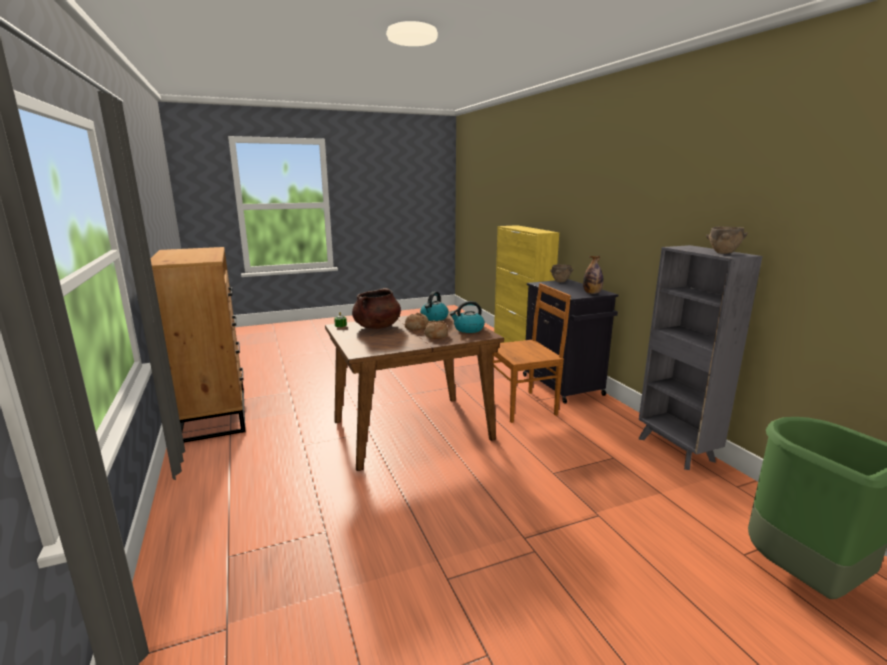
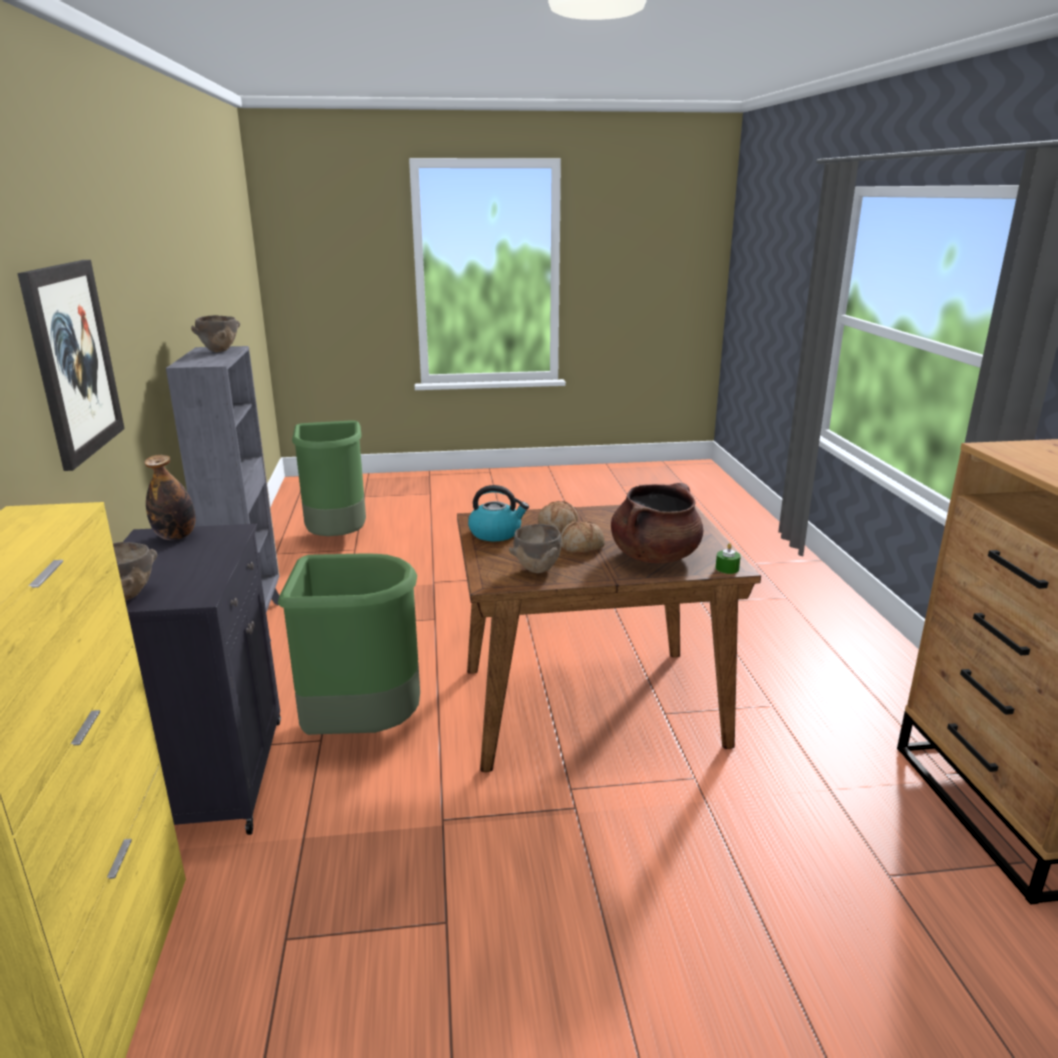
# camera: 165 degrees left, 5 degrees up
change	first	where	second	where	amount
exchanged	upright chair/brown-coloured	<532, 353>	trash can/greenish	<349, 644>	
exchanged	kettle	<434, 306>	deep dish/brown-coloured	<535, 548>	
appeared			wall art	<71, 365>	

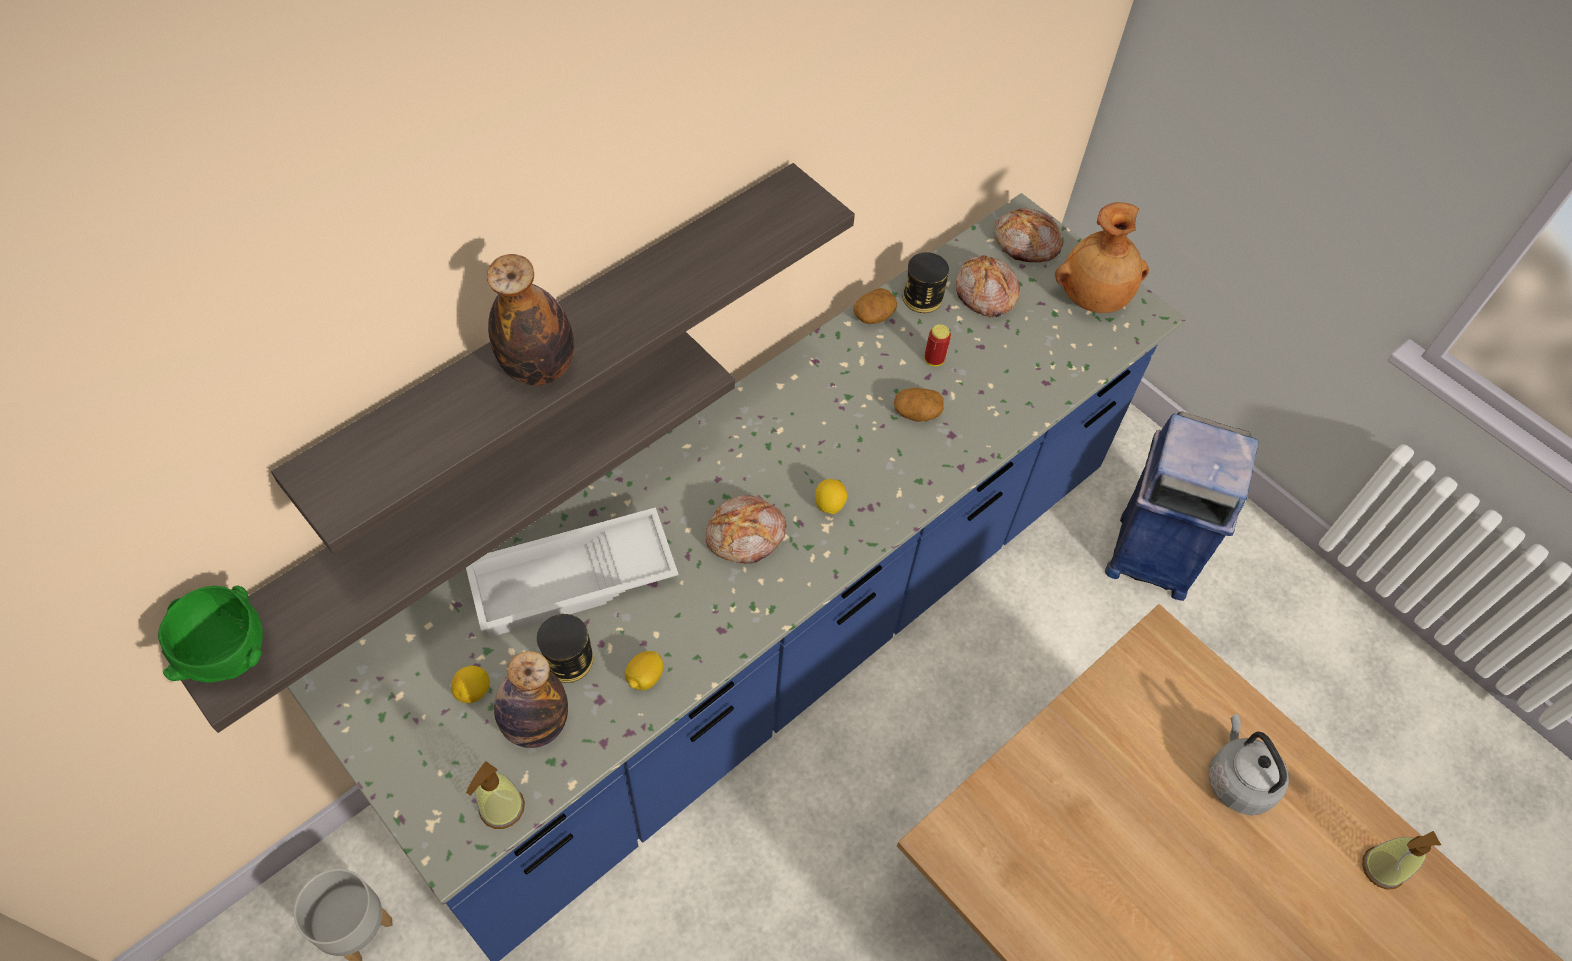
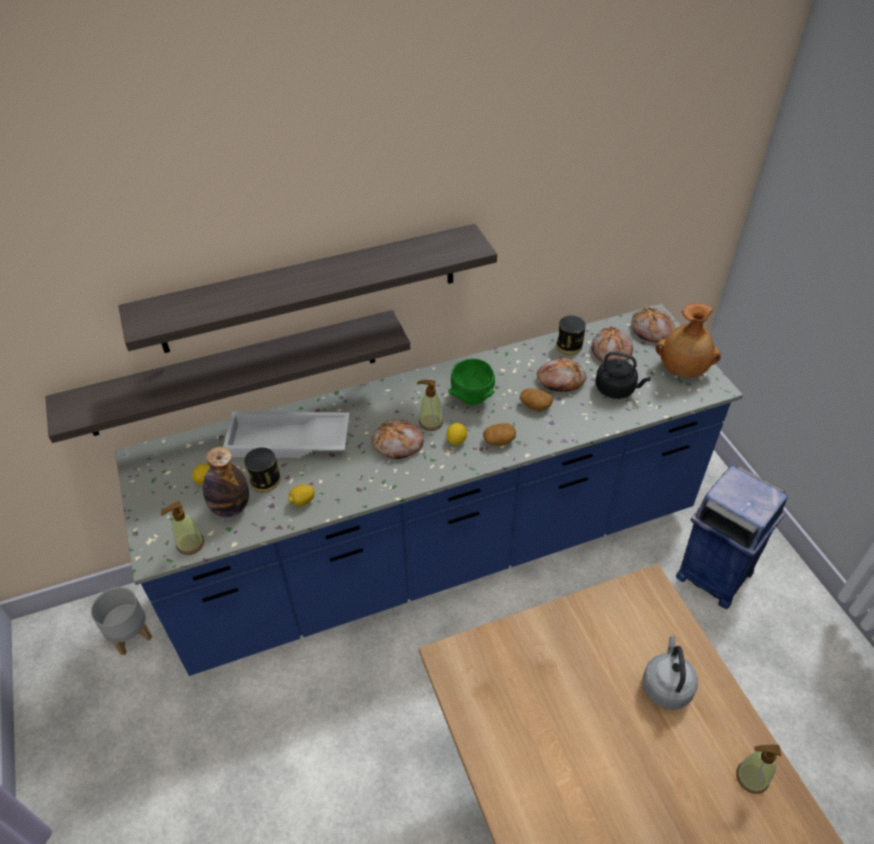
# camera: 25 degrees right, 10 degrees down
change	first	where	second	where	amount
missing	drink bottle	<530, 320>			
relocated	whole potato	<875, 306>		<499, 434>	
exchanged	sealed can	<937, 345>	bakery bread	<562, 374>	
relocated	deep dish/greenish	<210, 634>		<471, 382>	
appeared			kettle/black	<623, 375>	
appeared			soap bottle	<430, 405>	

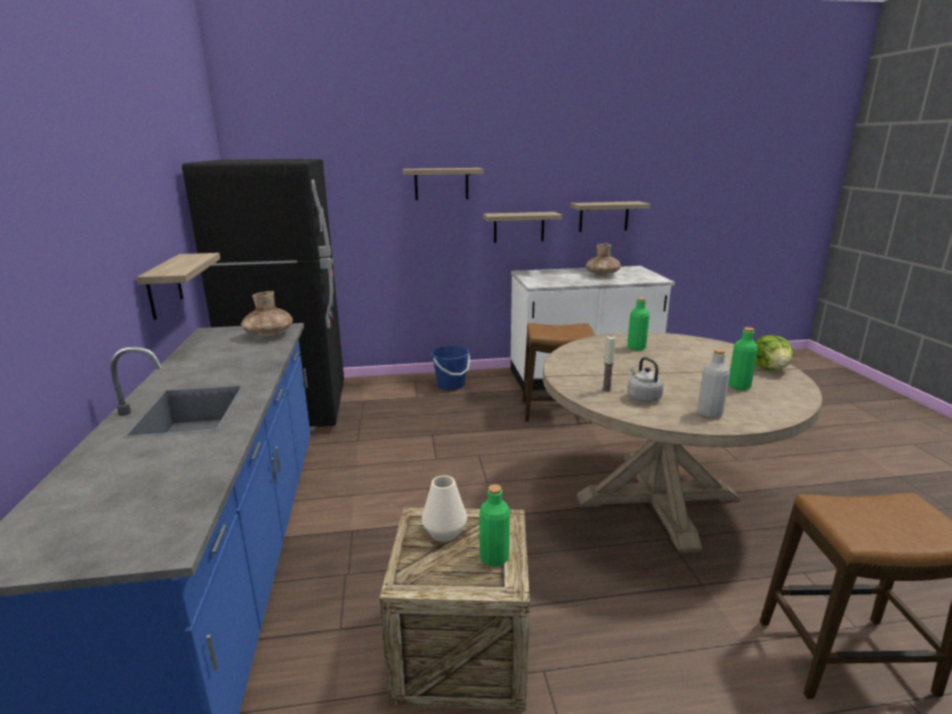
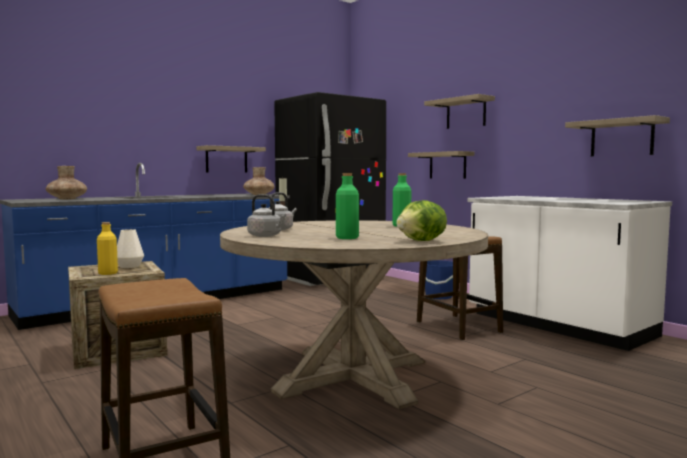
# camera: 60 degrees right, 15 degrees down
change	first	where	second	where	amount
relocated	shelf	<522, 227>		<441, 165>	
relocated	vase/brown-coloured	<603, 260>		<66, 182>	
exchanged	drink bottle/greyish	<713, 383>	kettle/greyish	<266, 215>	
colour	drink bottle/greenish	<495, 525>	drink bottle/yellow	<107, 248>	

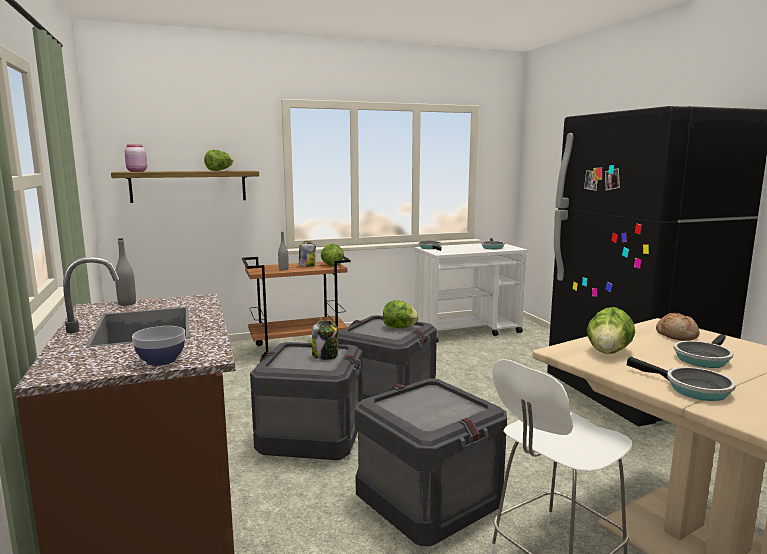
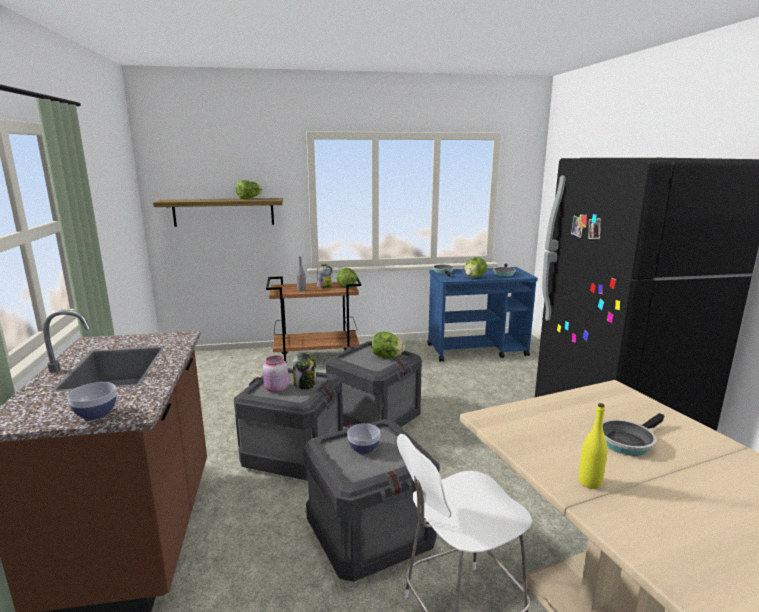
# camera: 10 degrees right, 5 degrees up
change	first	where	second	where	amount
relocated	preserve jar/pinkish	<136, 158>		<276, 374>	
missing	drink bottle/greyish	<125, 272>			
colour	wheeled cart/white-coloured	<471, 293>	wheeled cart/blue-coloured	<482, 314>	
relocated	head of lettuce	<611, 330>		<476, 267>	
missing	bakery bread	<678, 327>			
exchanged	pan	<681, 379>	drink bottle/yellow	<593, 446>	
appeared			deep dish	<363, 438>	

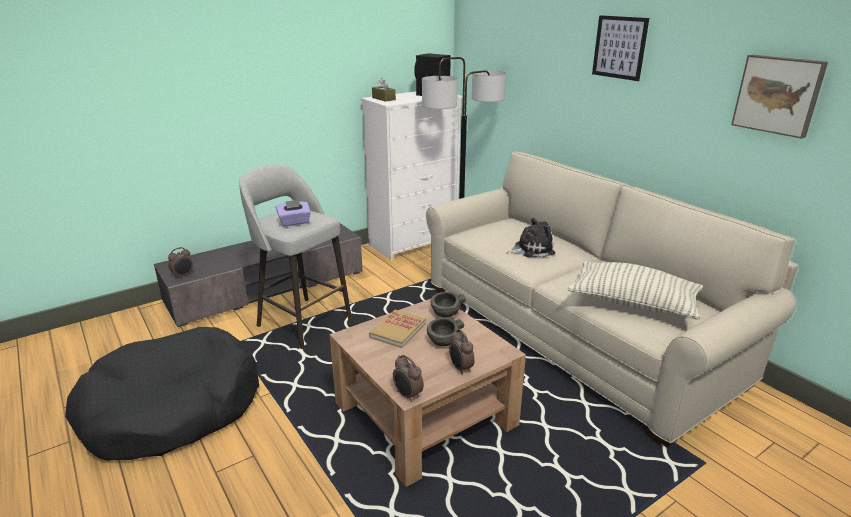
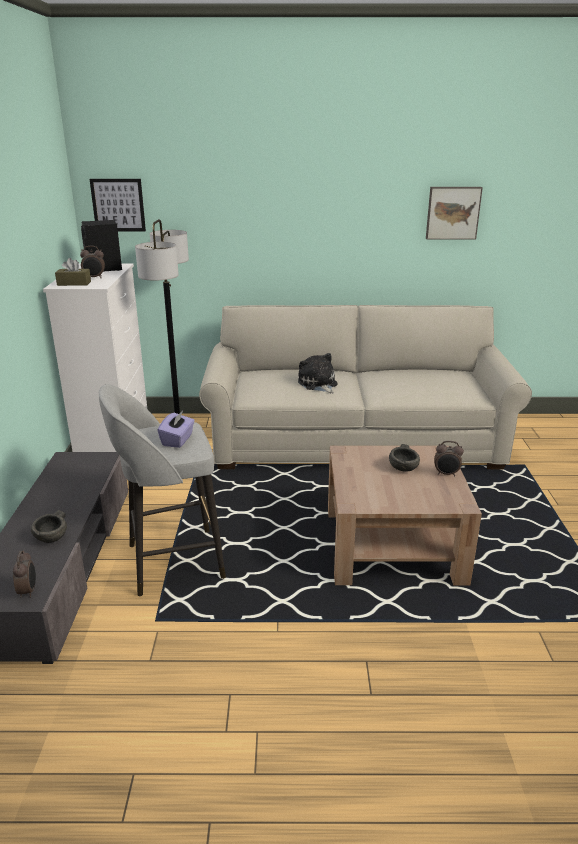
# camera: 55 degrees left, 0 degrees up
change	first	where	second	where	amount
relocated	wall art	<620, 48>		<118, 205>	
spun	plush toy	<530, 237>		<318, 373>	45 degrees counterclockwise
missing	cushion	<635, 290>			
relocated	deep dish/greyish	<448, 304>		<49, 526>	
missing	bound book	<397, 329>			
missing	dog cushion/black	<162, 393>			
relocated	bedside clock	<408, 378>		<92, 262>	

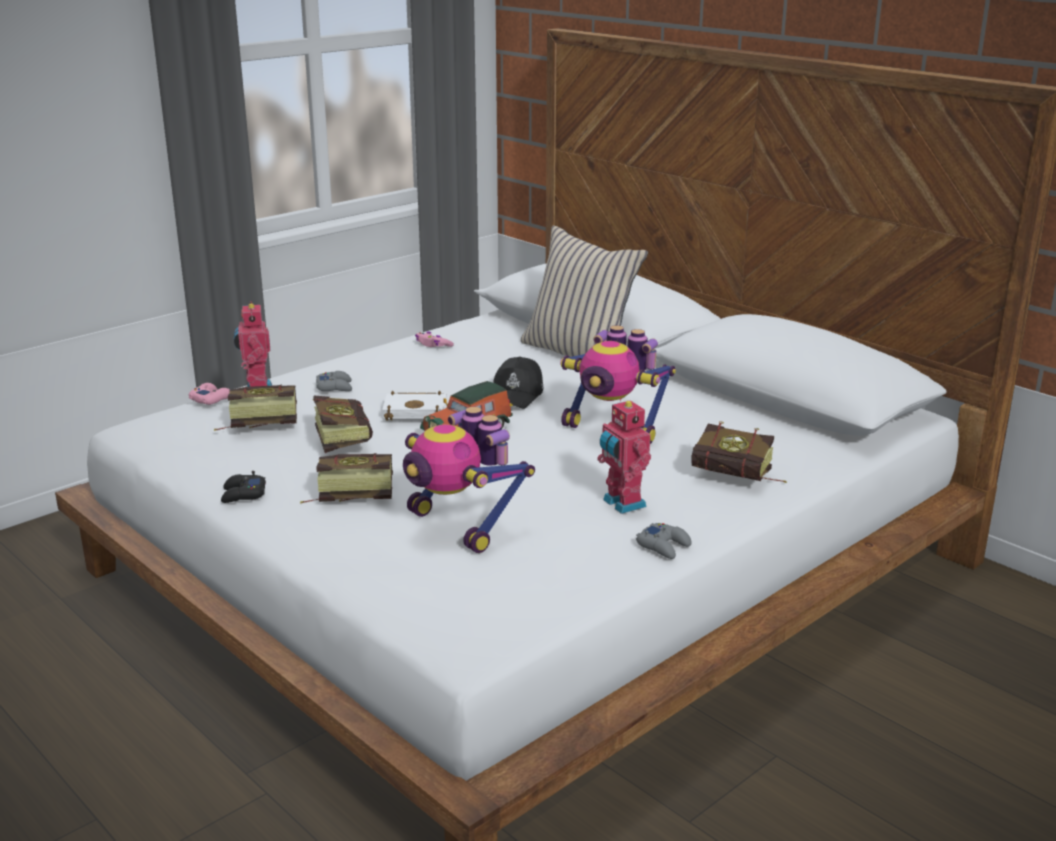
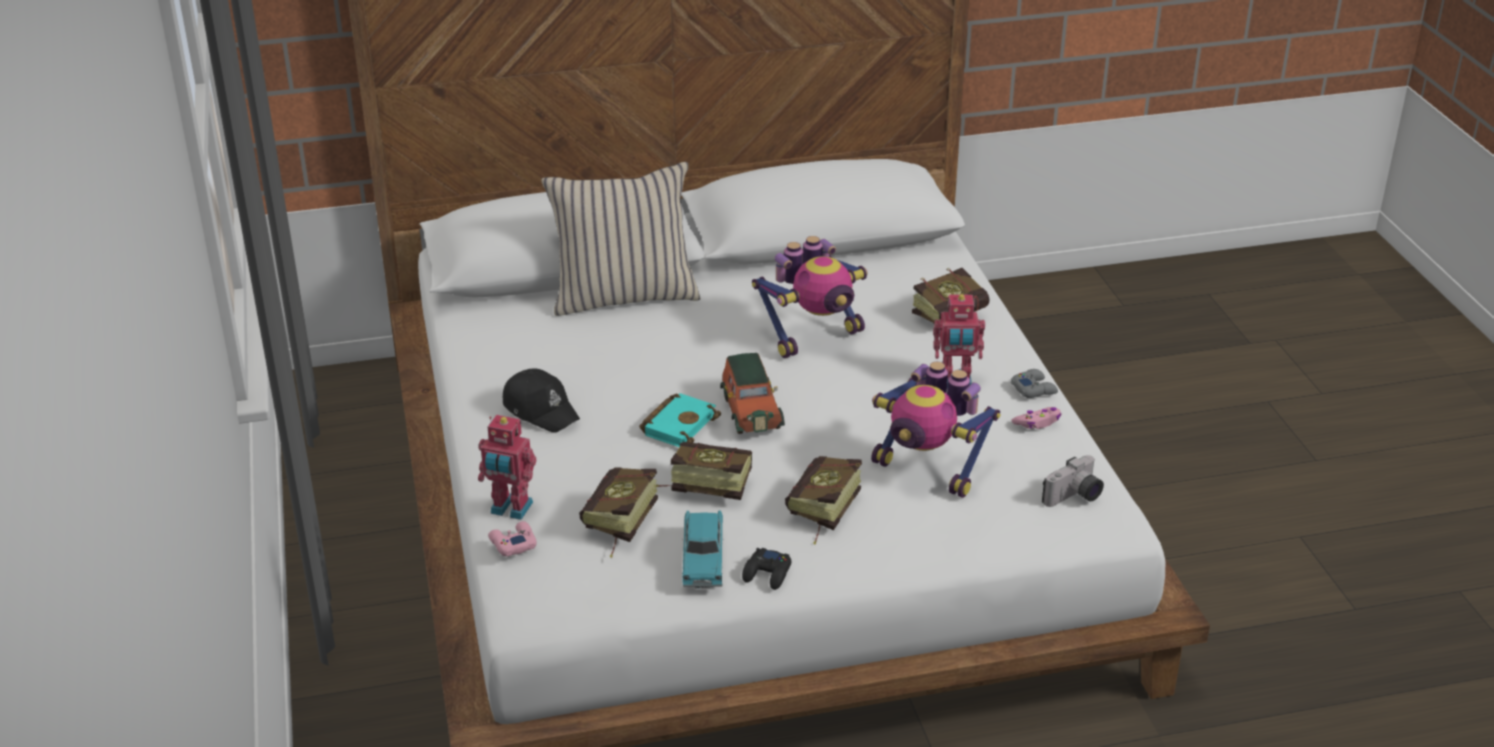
# camera: 60 degrees left, 10 degrees up
change	first	where	second	where	amount
relocated	joypad/pinkish	<434, 339>		<1036, 418>	
relocated	baseball cap/black	<518, 383>		<541, 400>	
missing	joypad/greyish	<334, 381>			
colour	bound book/white-coloured	<414, 406>	bound book/blue-green	<680, 420>	
spun	robot figure	<469, 480>		<935, 430>	45 degrees clockwise
appeared			still camera	<1073, 481>	
appeared			model car/blue-green	<703, 549>	

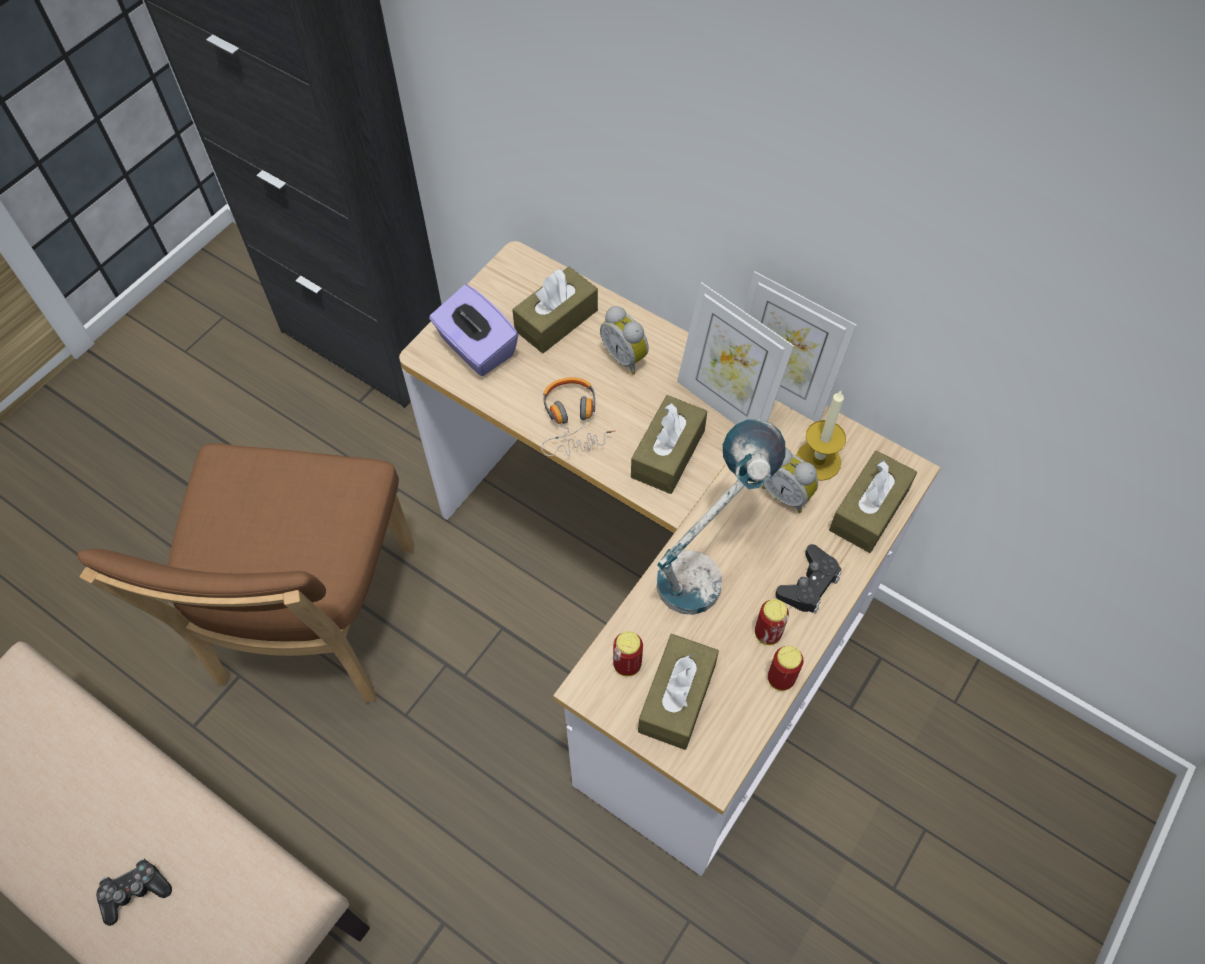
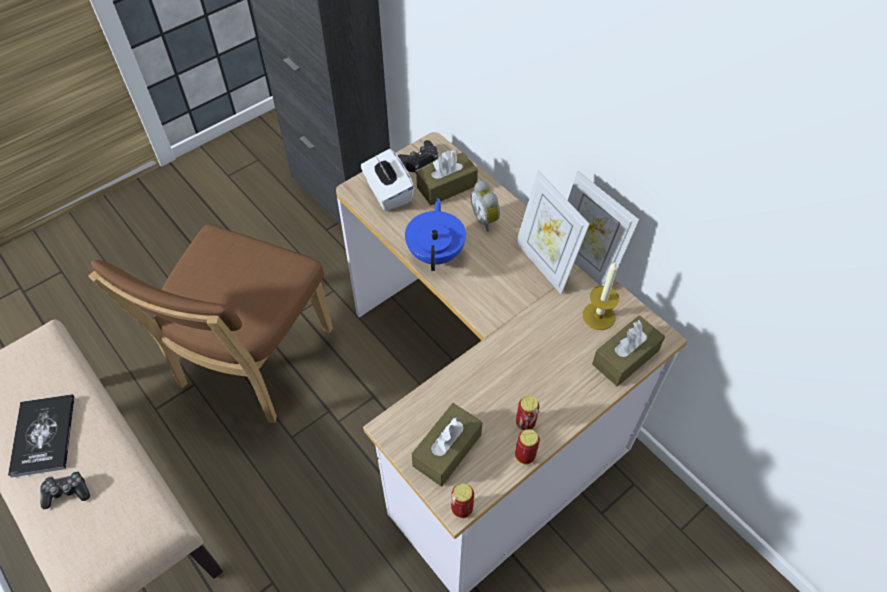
# camera: 15 degrees right, 5 degrees down
change	first	where	second	where	amount
colour	box of tissues/purple-coloured	<474, 330>	box of tissues/white-coloured	<387, 180>	
exchanged	headset	<578, 416>	teapot/blue-coloured	<435, 234>	
missing	box of tissues/brown-coloured	<669, 444>			
missing	tabletop lamp	<721, 517>			
missing	bedside clock	<790, 480>			
relocated	joypad/black	<808, 578>		<418, 156>	
relocated	sealed can	<628, 653>		<462, 500>	
appeared			bound book	<41, 436>	

